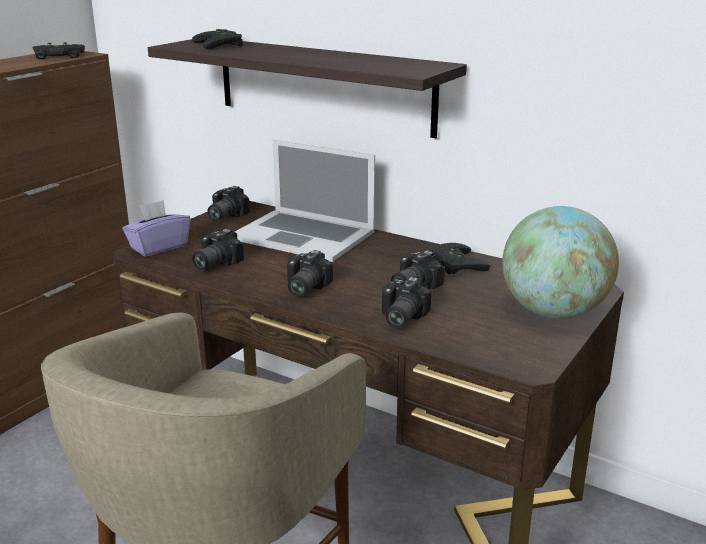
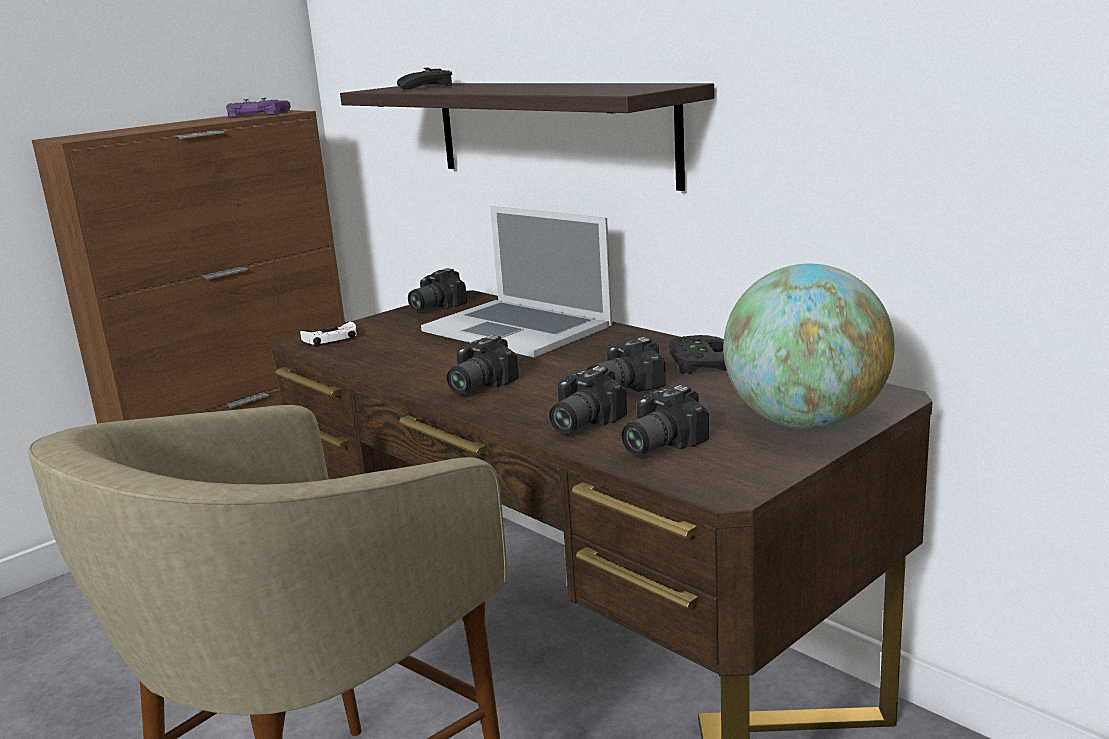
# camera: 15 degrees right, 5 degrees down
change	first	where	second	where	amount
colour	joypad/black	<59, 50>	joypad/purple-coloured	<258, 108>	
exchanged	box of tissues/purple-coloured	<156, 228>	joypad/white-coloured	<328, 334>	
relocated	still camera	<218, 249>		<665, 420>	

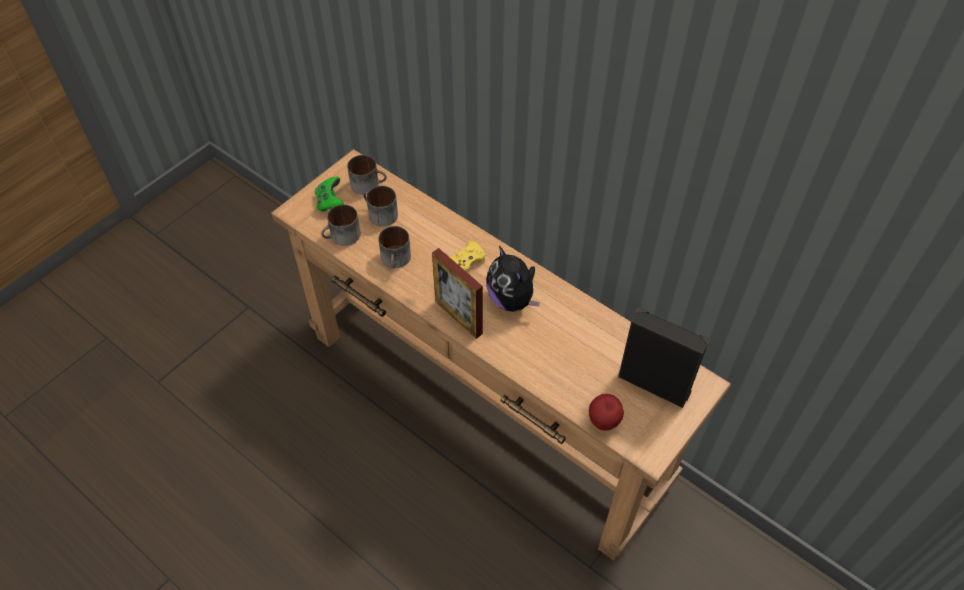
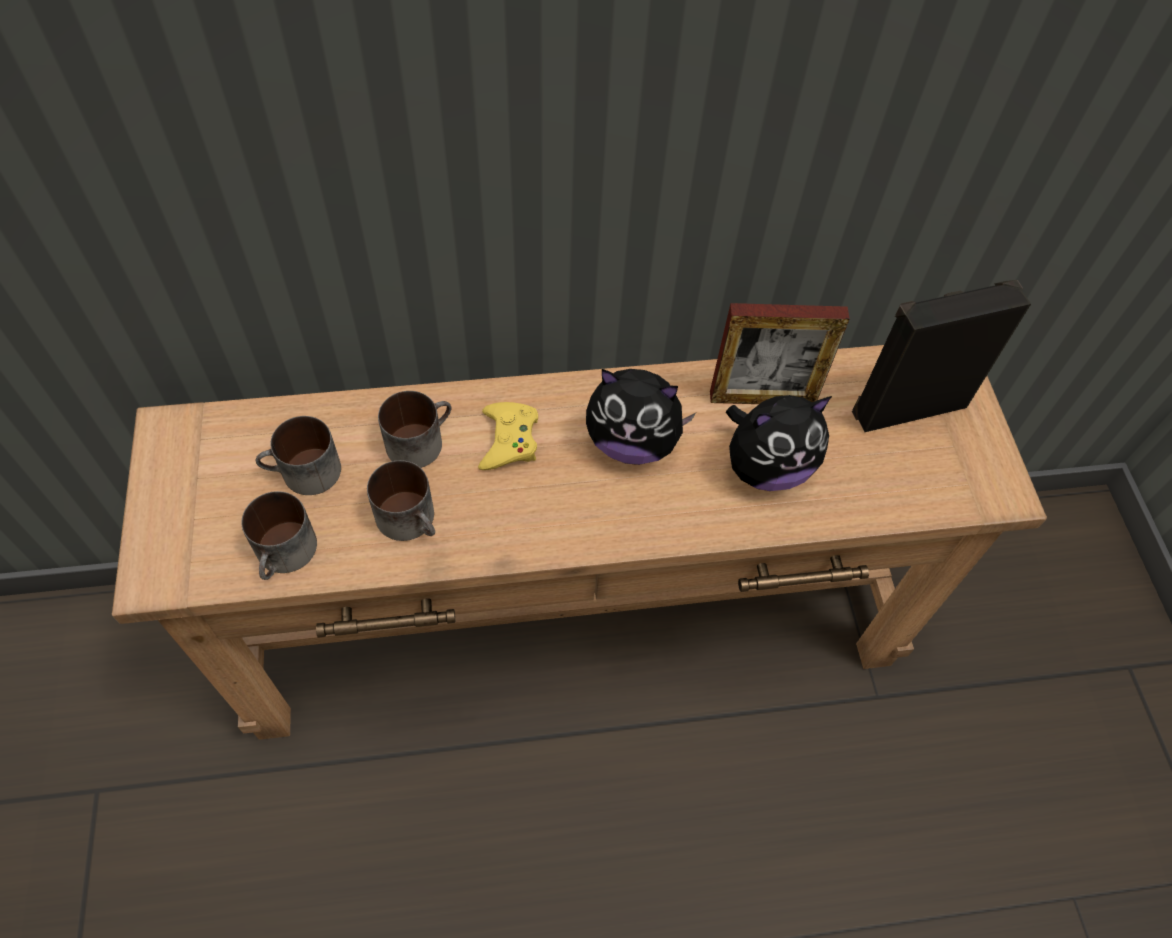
# camera: 50 degrees left, 5 degrees up
change	first	where	second	where	amount
relocated	tea mug	<367, 175>		<414, 429>	
missing	joypad/greenish	<329, 194>			
relocated	picture frame	<457, 293>		<780, 353>	
missing	apple fruit	<606, 412>			
appeared			plush toy	<779, 443>	

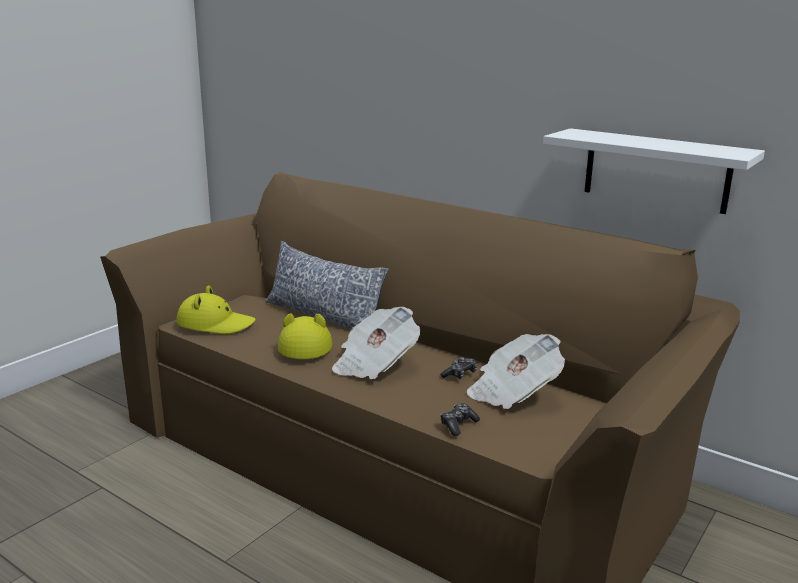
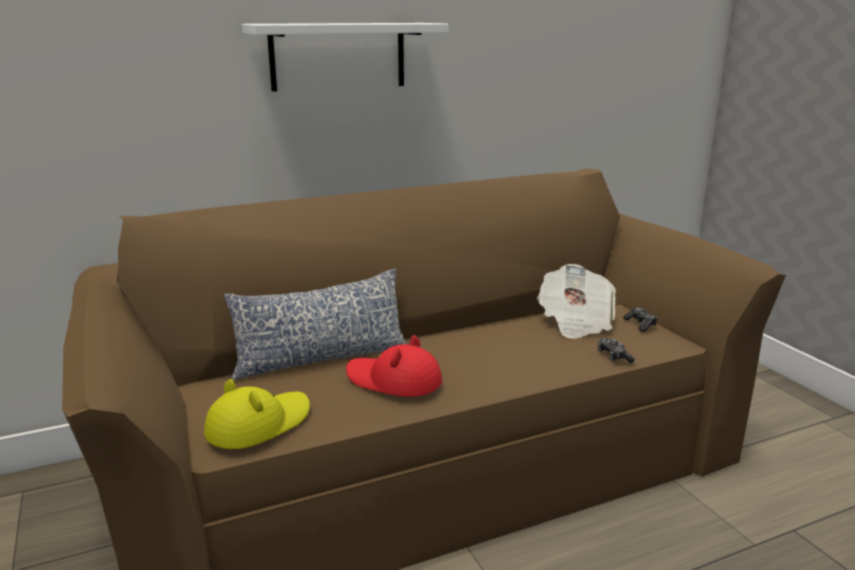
# camera: 60 degrees left, 0 degrees up
change	first	where	second	where	amount
relocated	shelf/white-coloured	<654, 171>		<345, 57>	
missing	newspaper	<376, 343>			
colour	wearable hat/yellow	<305, 336>	wearable hat/red	<394, 366>	
relocated	joypad	<458, 368>		<640, 319>	

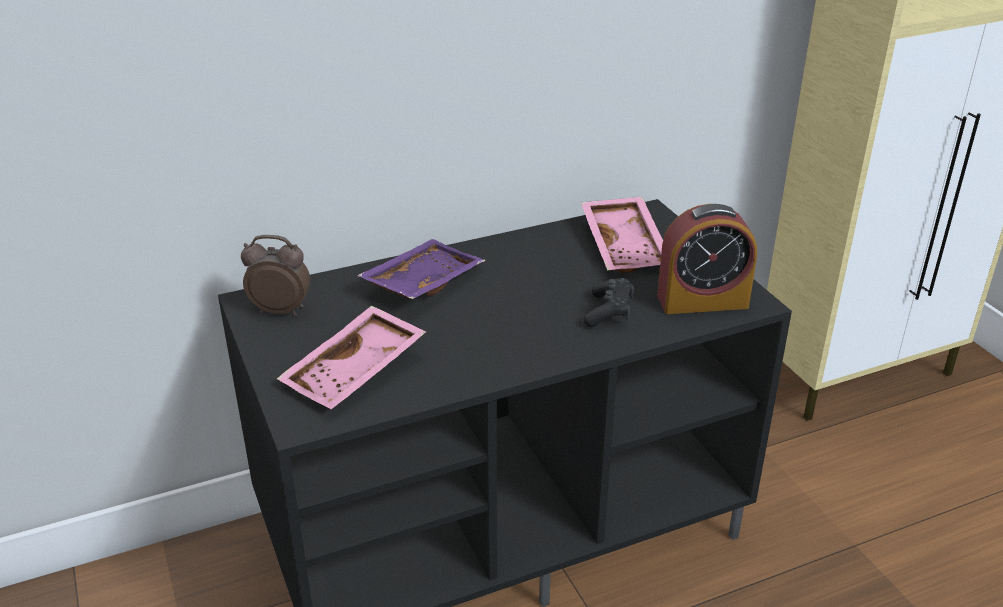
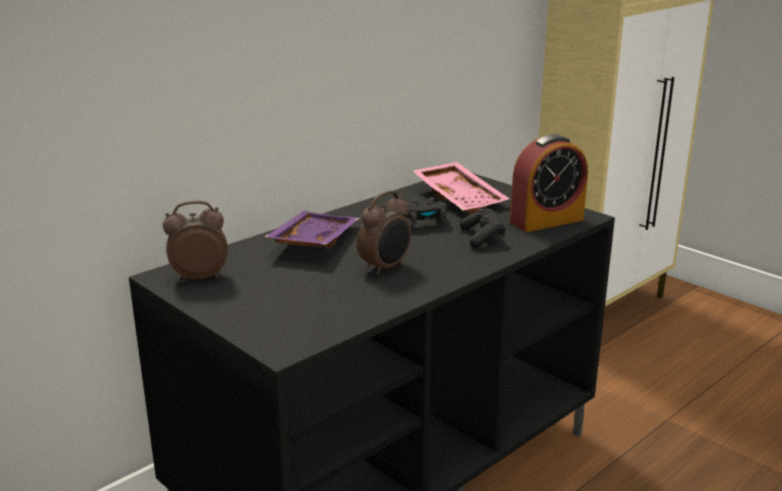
# camera: 20 degrees left, 10 degrees down
change	first	where	second	where	amount
missing	serving tray/pinkish	<351, 357>			
appeared			bedside clock	<384, 233>	
appeared			joypad/black	<423, 211>	

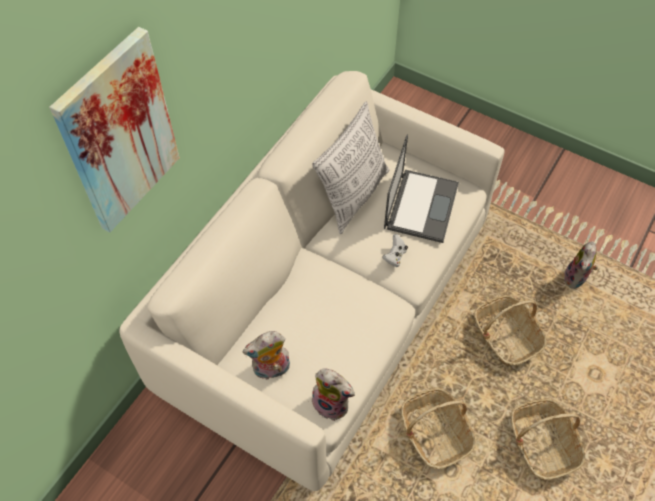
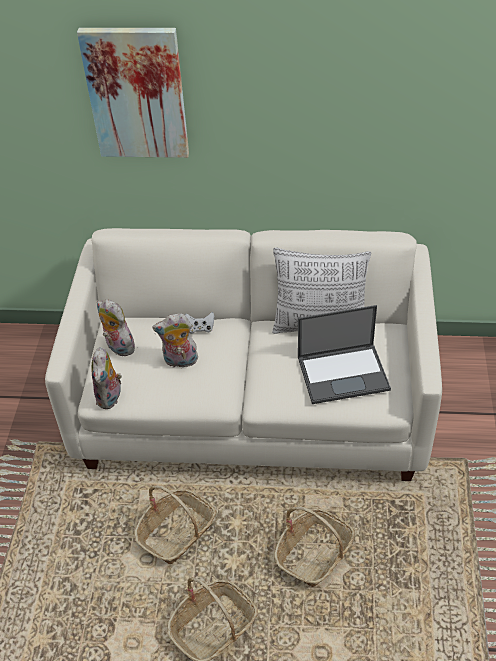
# camera: 65 degrees right, 10 degrees down
change	first	where	second	where	amount
relocated	joypad/white-coloured	<395, 250>		<199, 323>	
relocated	plush toy	<581, 265>		<175, 340>	

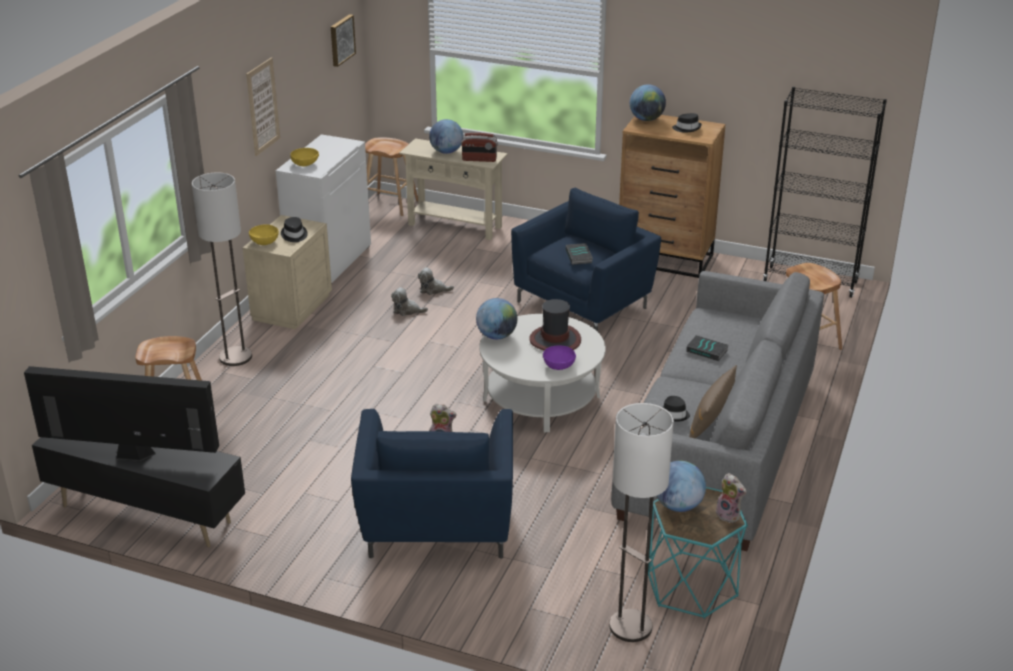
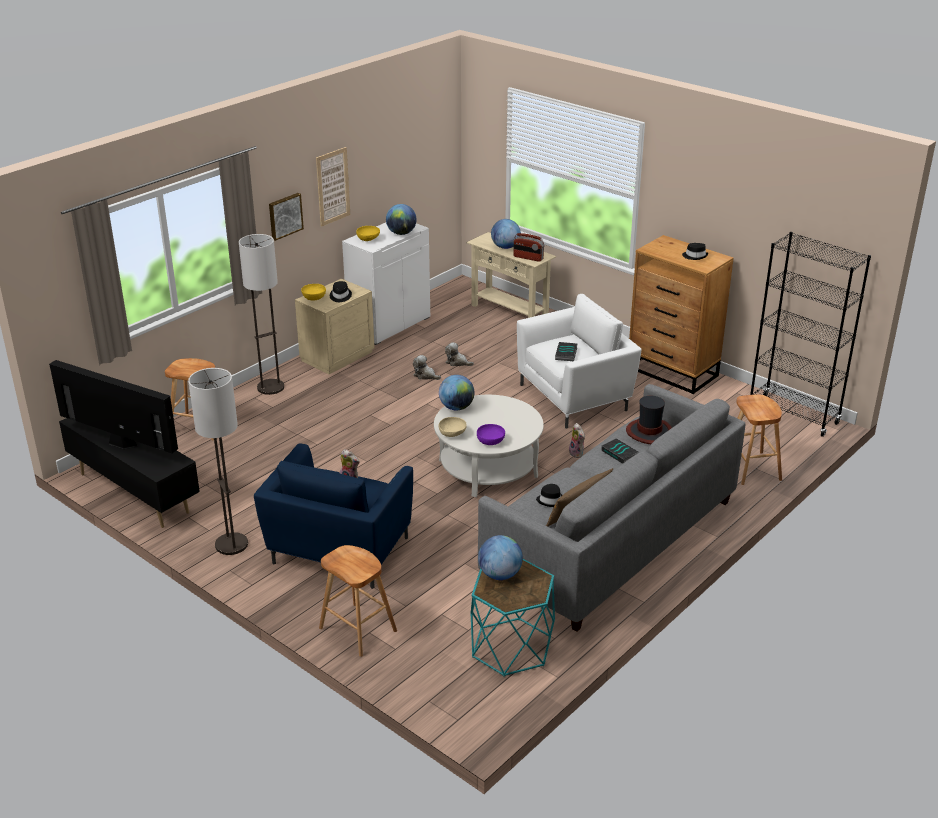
# camera: 20 degrees right, 0 degrees up
change	first	where	second	where	amount
relocated	wall art	<343, 40>		<286, 217>	
relocated	globe	<648, 102>		<401, 219>	
relocated	stool/brown-coloured	<391, 177>		<358, 601>	
colour	easy chair/blue-coloured	<586, 260>	easy chair/white-coloured	<579, 361>	
relocated	wearable hat	<555, 324>		<649, 420>	
relocated	standard lamp	<641, 522>		<218, 461>	
relocated	plush toy	<731, 498>		<577, 440>	
appeared			deep dish/beige-coloured	<453, 427>	

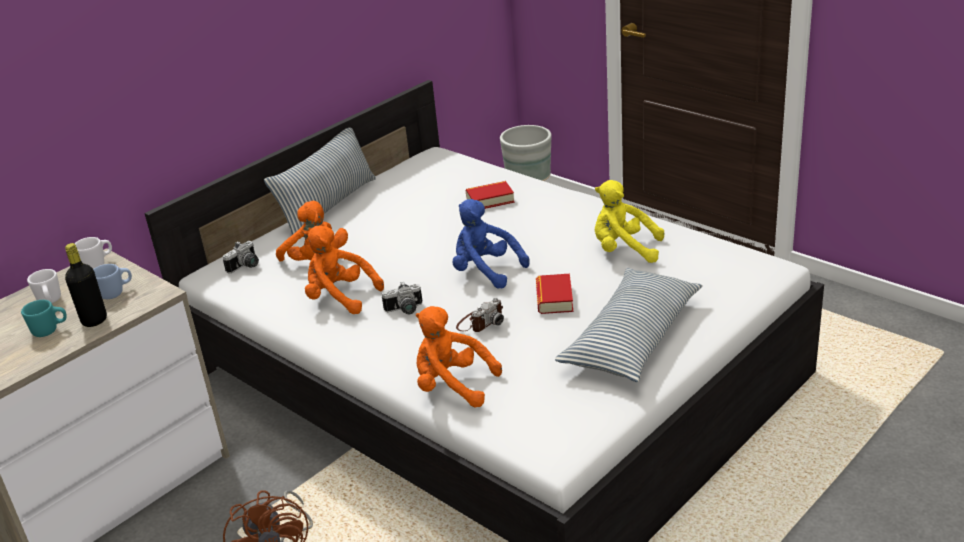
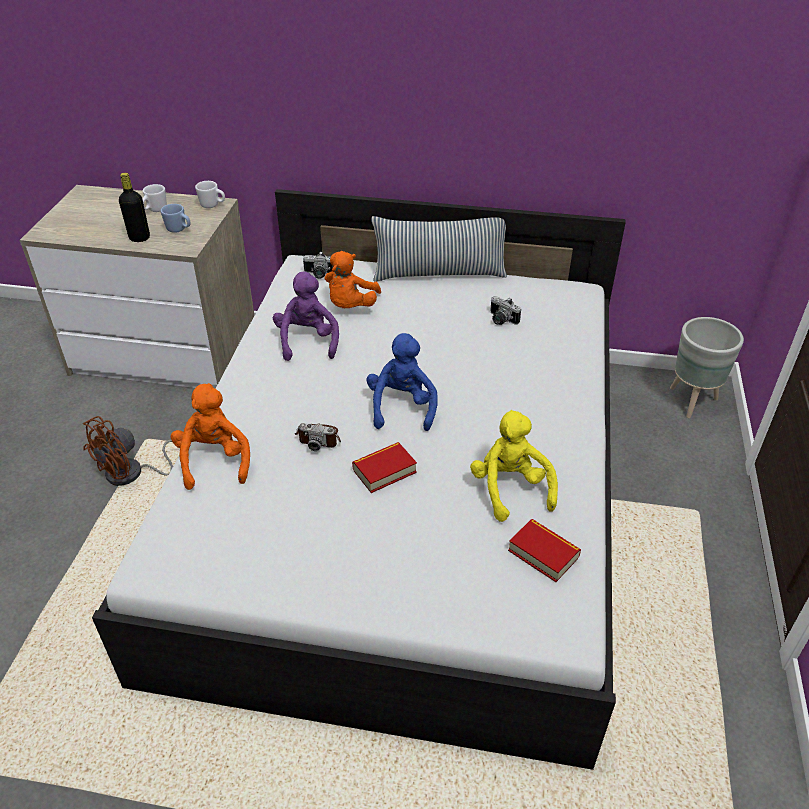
# camera: 55 degrees right, 10 degrees up
change	first	where	second	where	amount
relocated	bound book	<490, 195>		<544, 550>	
colour	plush toy/orangey	<344, 269>	plush toy/purple-coloured	<306, 316>	
missing	cushion	<629, 325>			
relocated	still camera	<402, 298>		<505, 310>	
missing	tea mug/blue-green	<44, 318>			

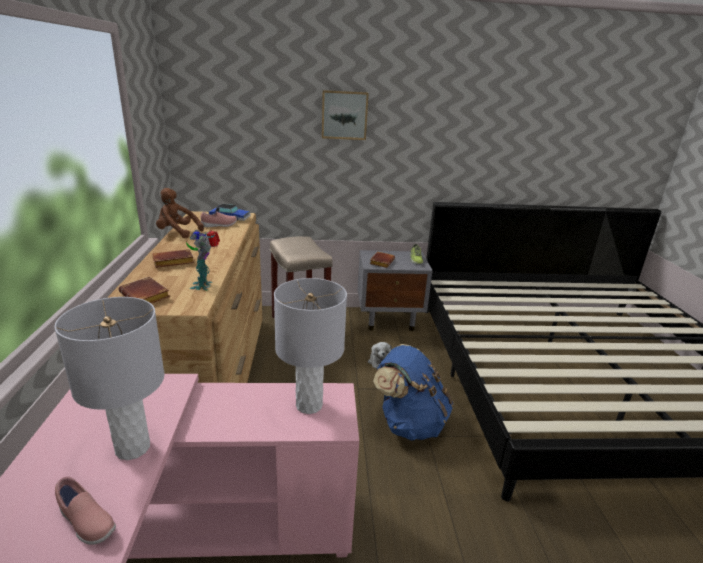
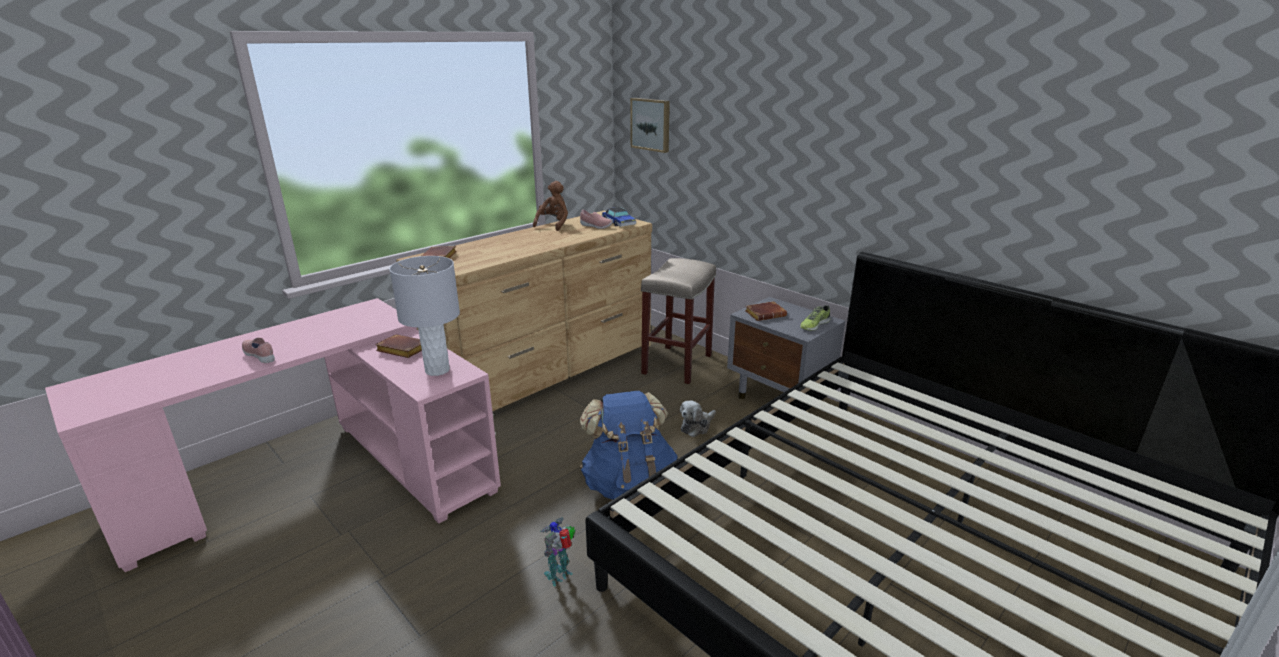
# camera: 50 degrees right, 0 degrees up
change	first	where	second	where	amount
relocated	wall art	<345, 115>		<650, 125>	
spun	plush toy/brown-coloured	<180, 213>		<550, 206>	45 degrees clockwise
relocated	robot figure	<203, 260>		<557, 551>	
relocated	bound book/brown-coloured	<173, 258>		<398, 346>	
missing	tabletop lamp/greyish	<109, 378>			
spun	item of footwear/pinkish	<85, 511>		<258, 350>	135 degrees clockwise

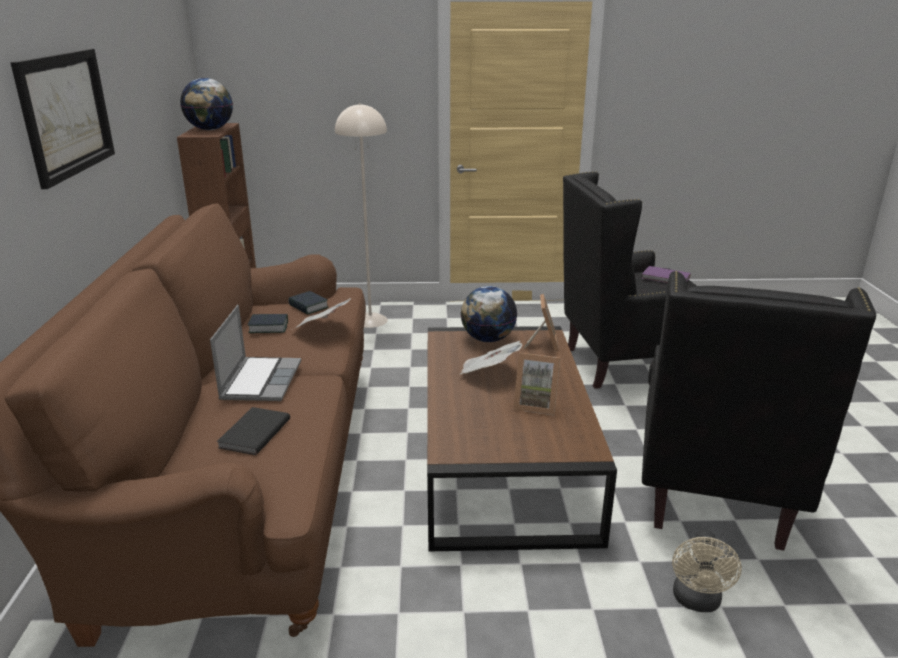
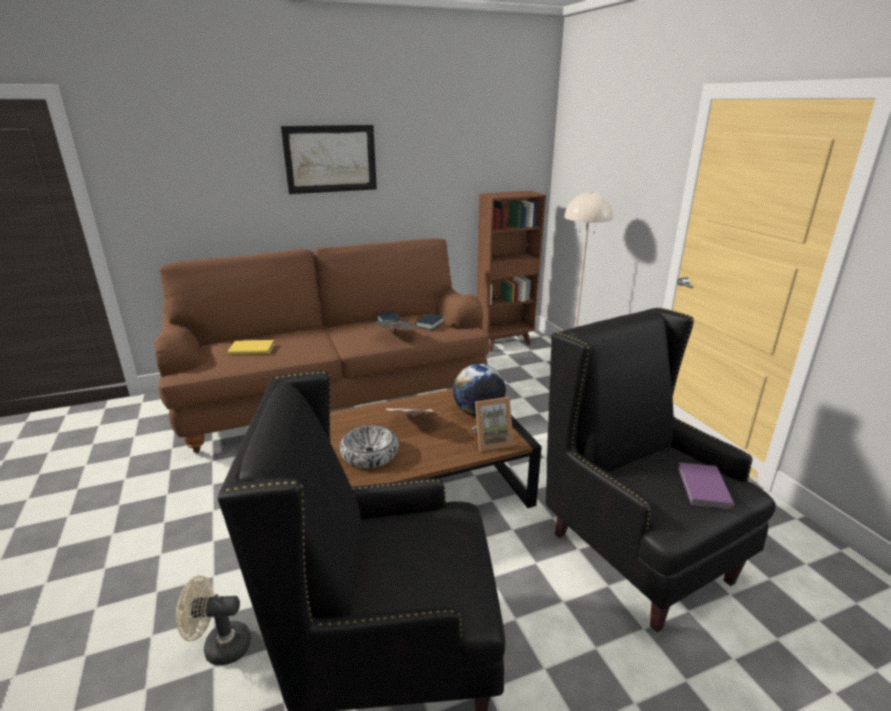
# camera: 70 degrees right, 0 degrees up
change	first	where	second	where	amount
missing	globe	<206, 104>			
missing	portable computer	<255, 353>			
exchanged	picture frame	<536, 384>	deep dish	<369, 446>	
colour	bound book/black	<253, 431>	bound book/yellow	<251, 347>	

